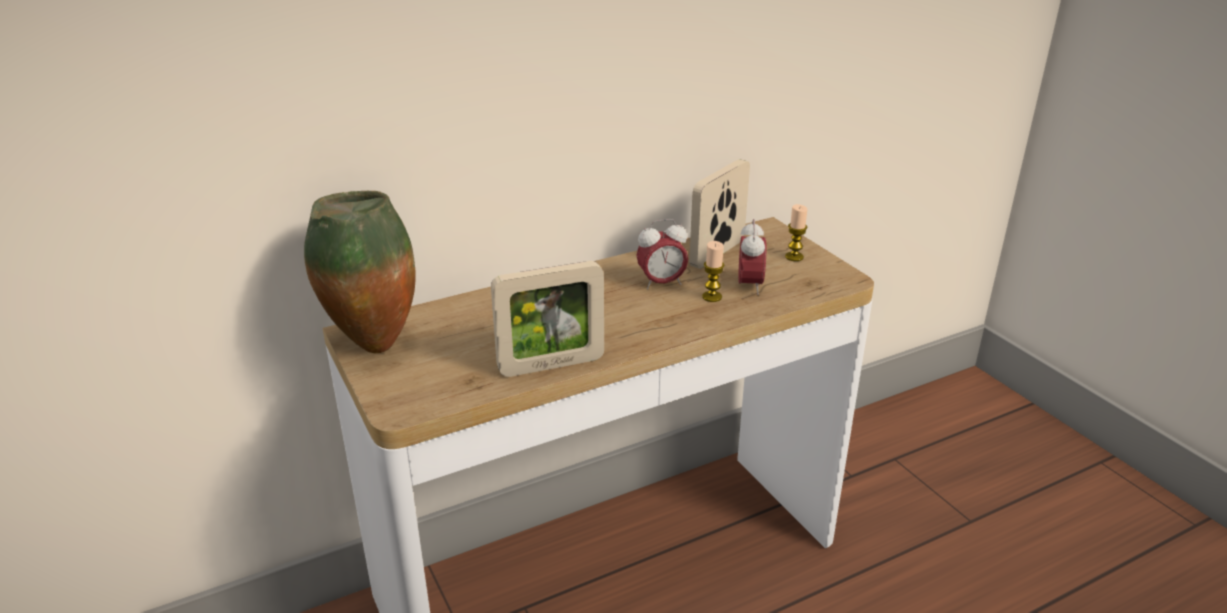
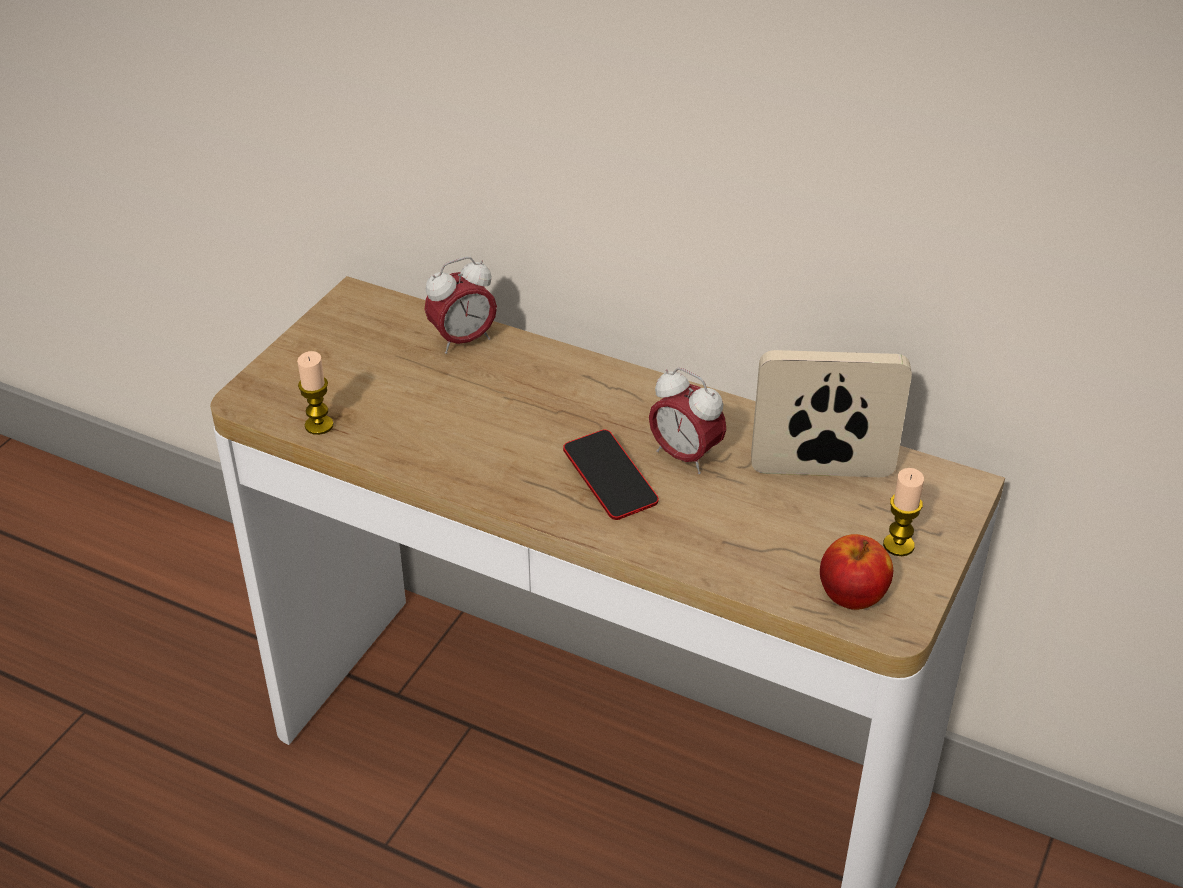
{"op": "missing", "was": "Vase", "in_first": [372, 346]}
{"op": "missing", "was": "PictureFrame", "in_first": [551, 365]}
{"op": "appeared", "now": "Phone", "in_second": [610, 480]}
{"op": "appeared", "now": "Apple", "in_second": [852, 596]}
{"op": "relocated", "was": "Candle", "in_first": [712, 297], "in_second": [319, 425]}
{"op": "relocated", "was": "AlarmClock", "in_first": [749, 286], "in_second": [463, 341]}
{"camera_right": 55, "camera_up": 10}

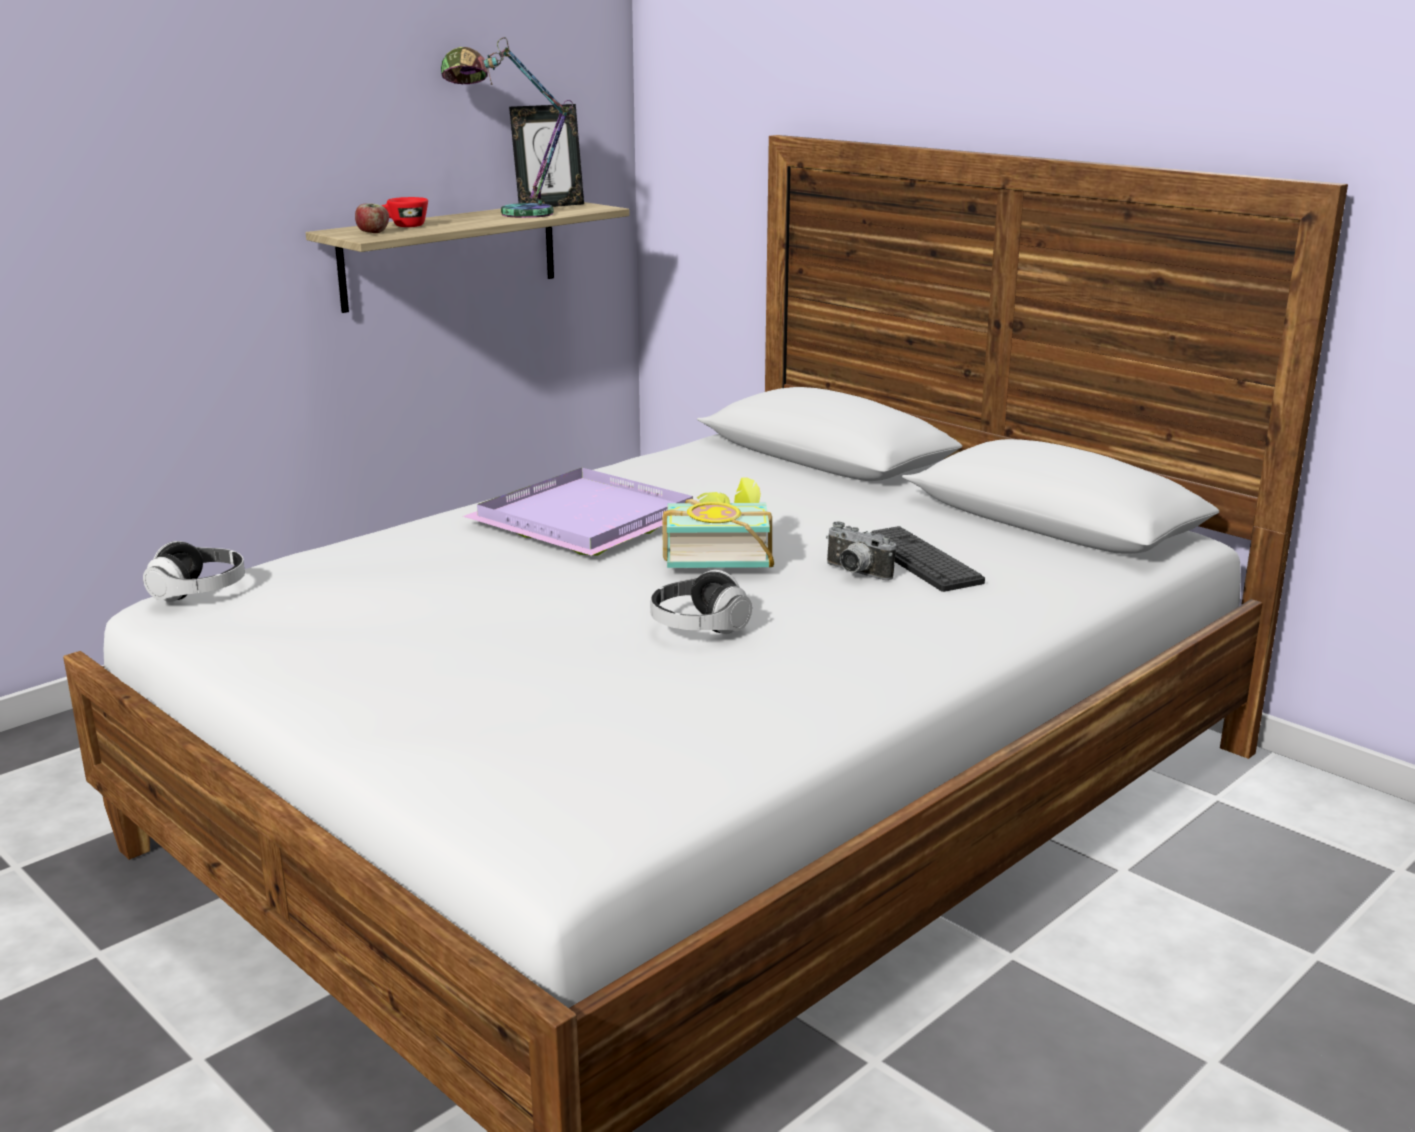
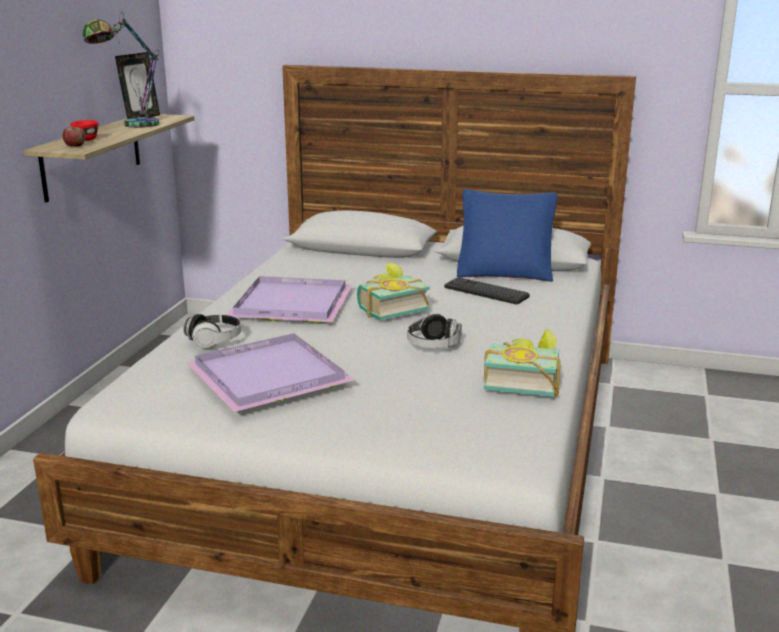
{"op": "missing", "was": "PhotoCamera", "in_first": [854, 573]}
{"op": "appeared", "now": "PurpleTray", "in_second": [265, 376]}
{"op": "appeared", "now": "BluePillow", "in_second": [505, 271]}
{"op": "appeared", "now": "Book", "in_second": [522, 382]}
{"op": "relocated", "was": "Headphones", "in_first": [198, 592], "in_second": [214, 341]}
{"camera_right": -30, "camera_up": 0}

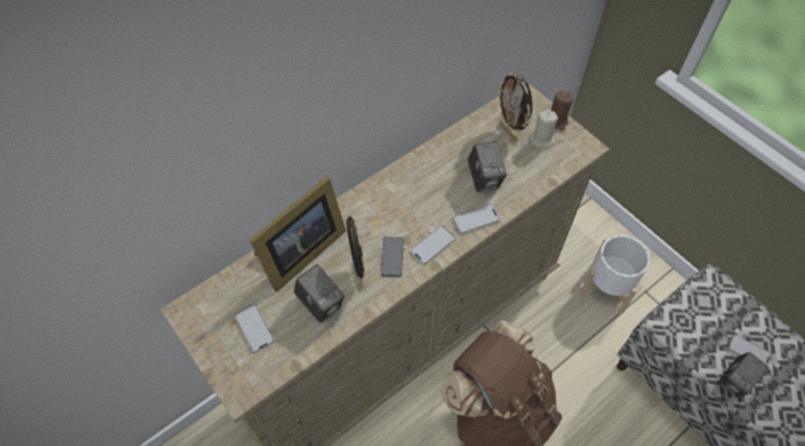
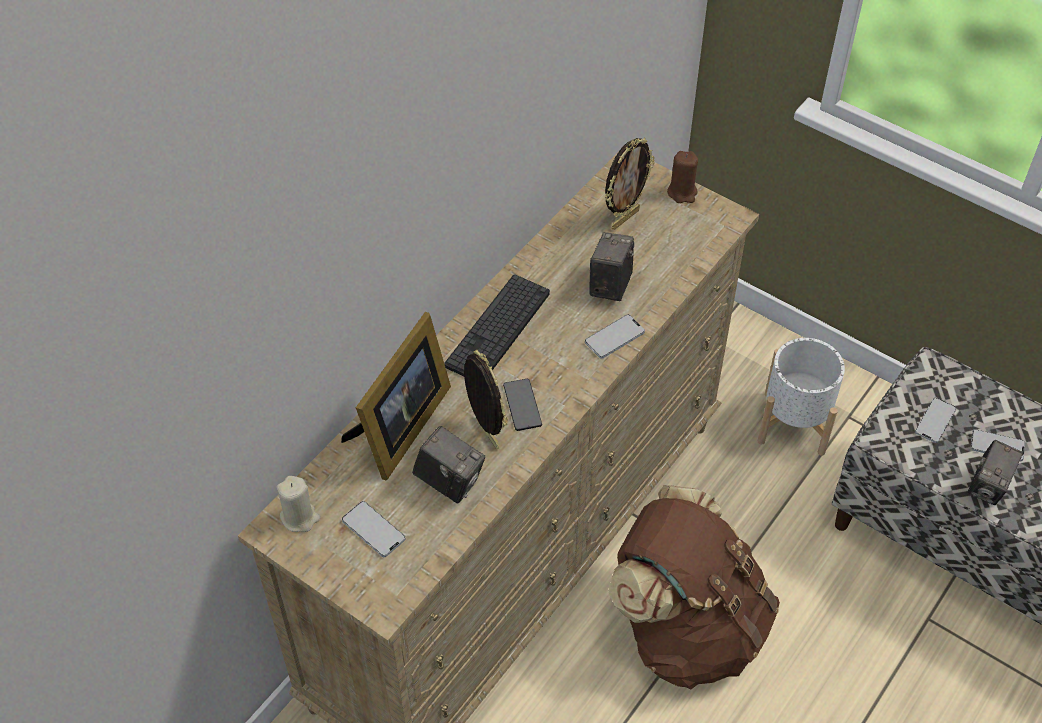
{"op": "appeared", "now": "Keyboard", "in_second": [498, 329]}
{"op": "relocated", "was": "Phone", "in_first": [433, 245], "in_second": [935, 421]}
{"op": "relocated", "was": "BeigeCandle", "in_first": [542, 140], "in_second": [300, 517]}
{"op": "spun", "was": "PhotoCamera", "in_first": [484, 179], "in_second": [610, 284], "clockwise": -135}
{"op": "spun", "was": "PictureFrame", "in_first": [509, 132], "in_second": [624, 218], "clockwise": -90}
{"camera_right": -15, "camera_up": -5}

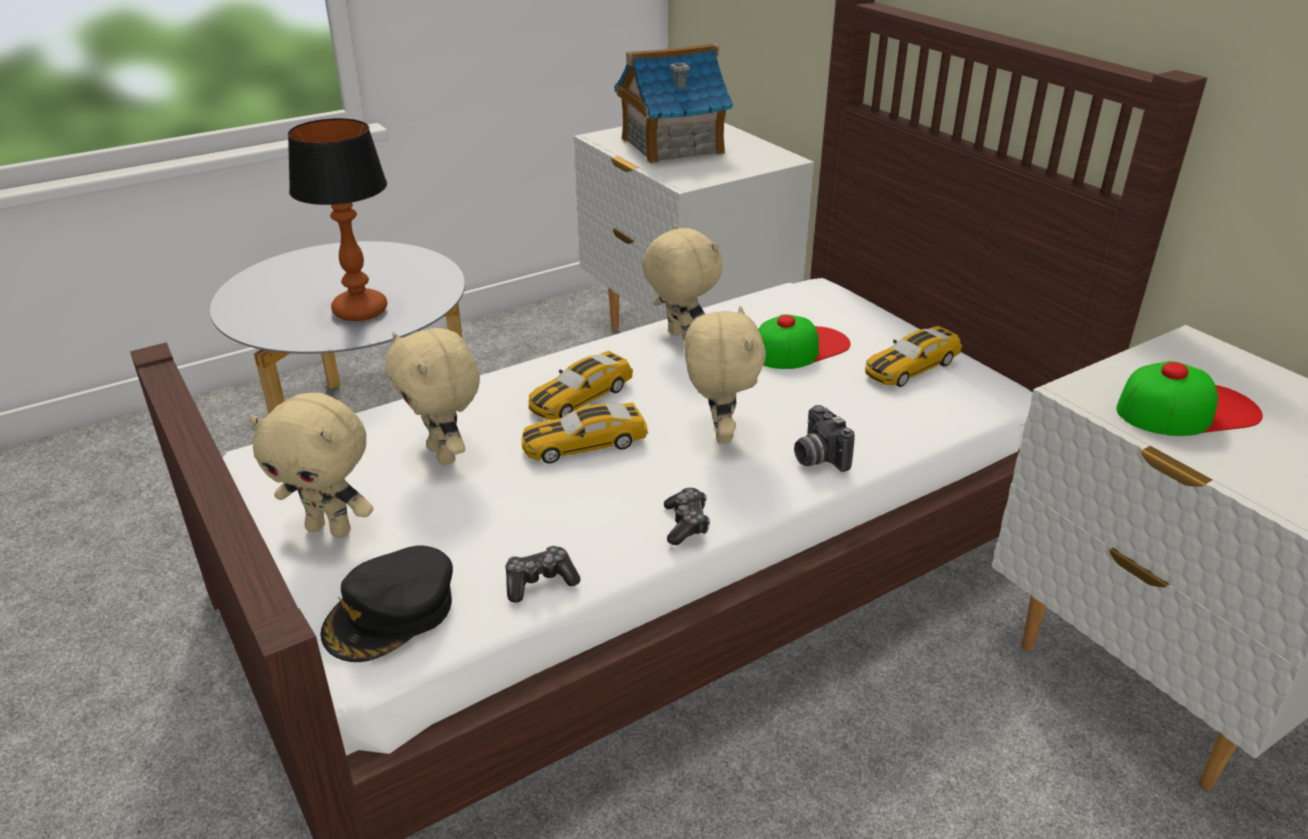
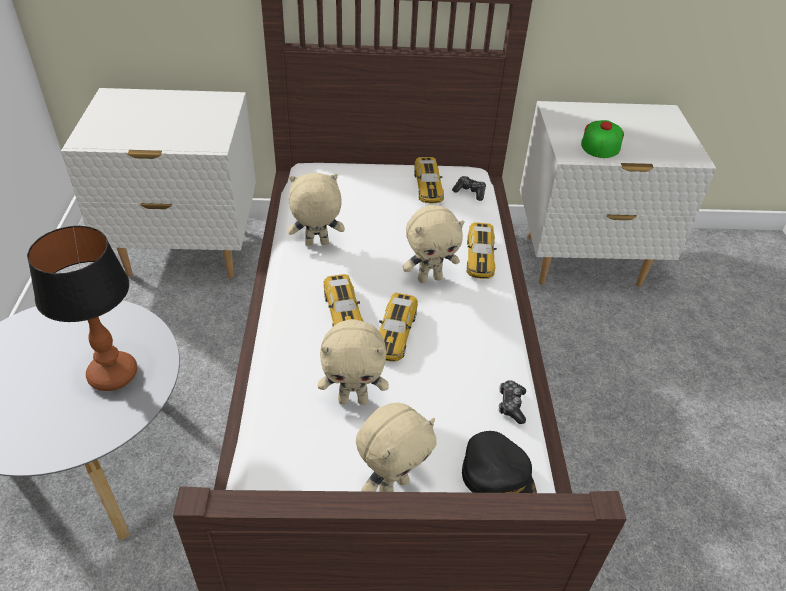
{"op": "missing", "was": "ToyHouse", "in_first": [671, 146]}
{"op": "missing", "was": "Cap", "in_first": [800, 347]}
{"op": "relocated", "was": "GameController", "in_first": [686, 524], "in_second": [470, 192]}
{"op": "exchanged", "was": "PhotoCamera", "now": "ToyCar", "in_first": [817, 458], "in_second": [480, 257]}
{"op": "spun", "was": "BeigePlushToy", "in_first": [719, 433], "in_second": [430, 278], "clockwise": 135}
{"camera_right": -60, "camera_up": 10}

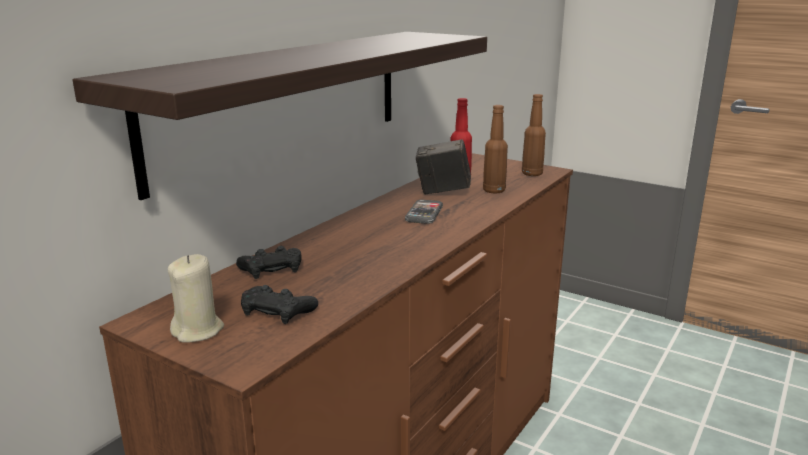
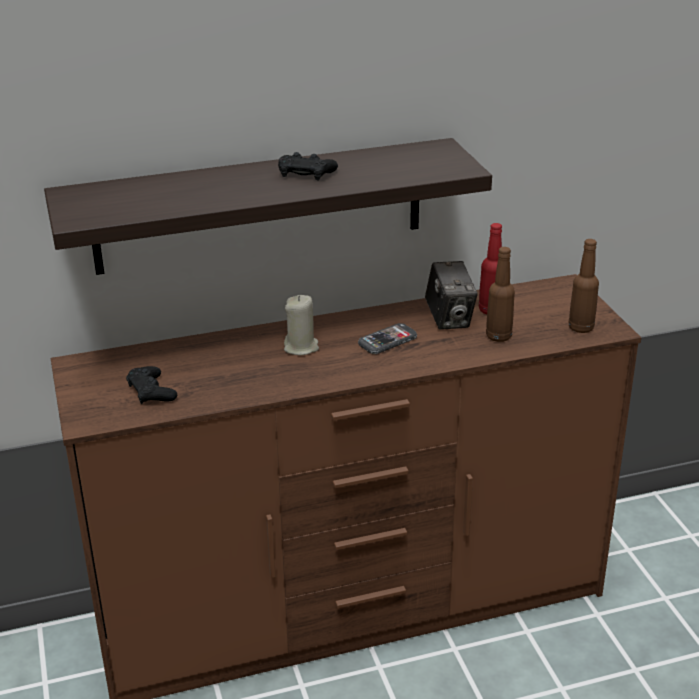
{"op": "relocated", "was": "BeigeCandle", "in_first": [198, 330], "in_second": [301, 347]}
{"op": "relocated", "was": "BlackGameController", "in_first": [272, 269], "in_second": [306, 173]}
{"op": "spun", "was": "PhotoCamera", "in_first": [443, 191], "in_second": [449, 319], "clockwise": -150}
{"camera_right": 40, "camera_up": 10}

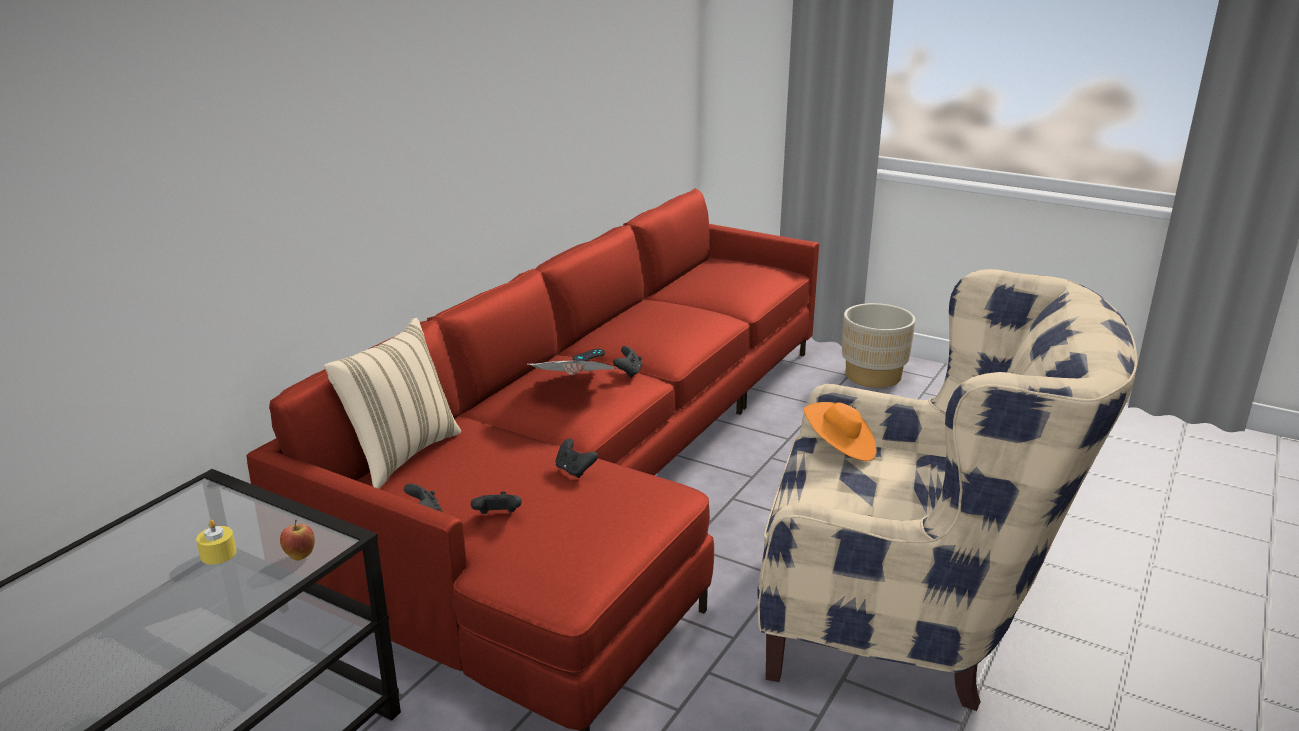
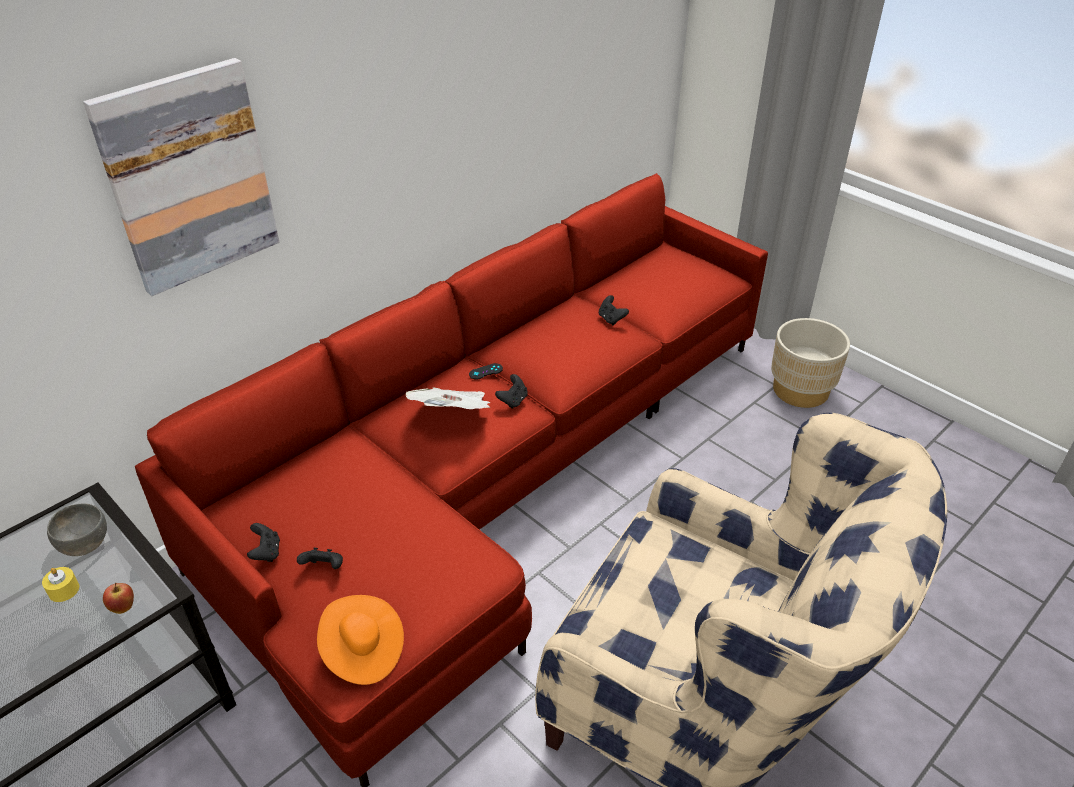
{"op": "missing", "was": "BeigePillow", "in_first": [401, 454]}
{"op": "appeared", "now": "GreyBowl", "in_second": [84, 543]}
{"op": "appeared", "now": "Picture", "in_second": [189, 177]}
{"op": "relocated", "was": "BlackGameController", "in_first": [574, 471], "in_second": [611, 319]}
{"op": "relocated", "was": "OrangeHat", "in_first": [839, 448], "in_second": [362, 651]}
{"camera_right": 15, "camera_up": 15}

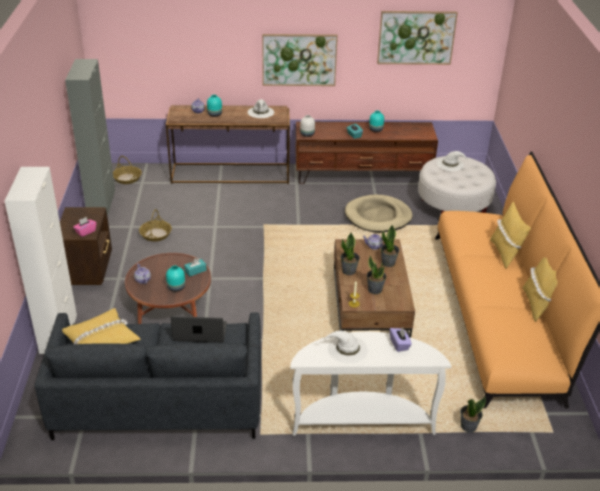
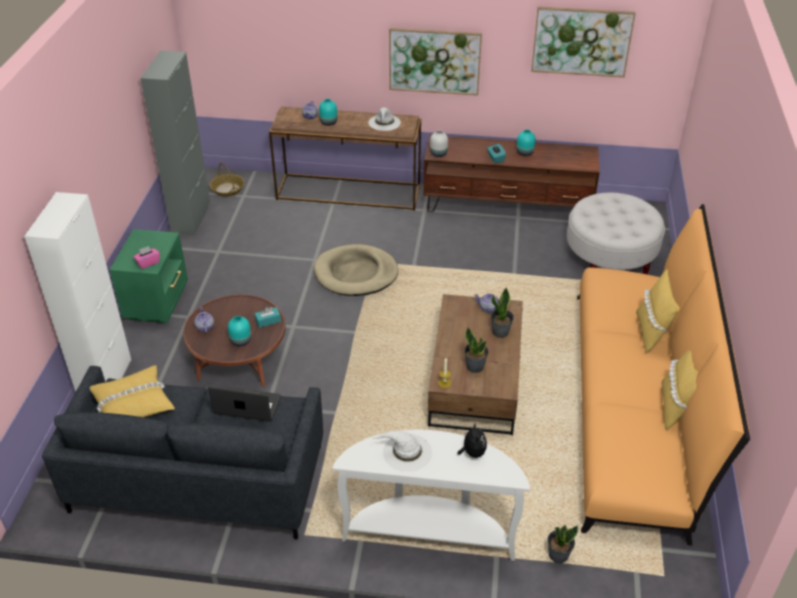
{"op": "missing", "was": "Basket", "in_first": [155, 234]}
{"op": "missing", "was": "PottedPlant", "in_first": [349, 271]}
{"op": "missing", "was": "WhiteHat", "in_first": [450, 164]}
{"op": "relocated", "was": "BeigeDogBed", "in_first": [378, 217], "in_second": [356, 274]}
{"op": "exchanged", "was": "PurpleTissueBox", "now": "PlushToy", "in_first": [399, 344], "in_second": [472, 452]}
{"op": "colour", "was": "BrownNightstand", "now": "GreenNightstand", "in_first": [89, 269], "in_second": [158, 303]}
{"camera_right": 10, "camera_up": 5}

